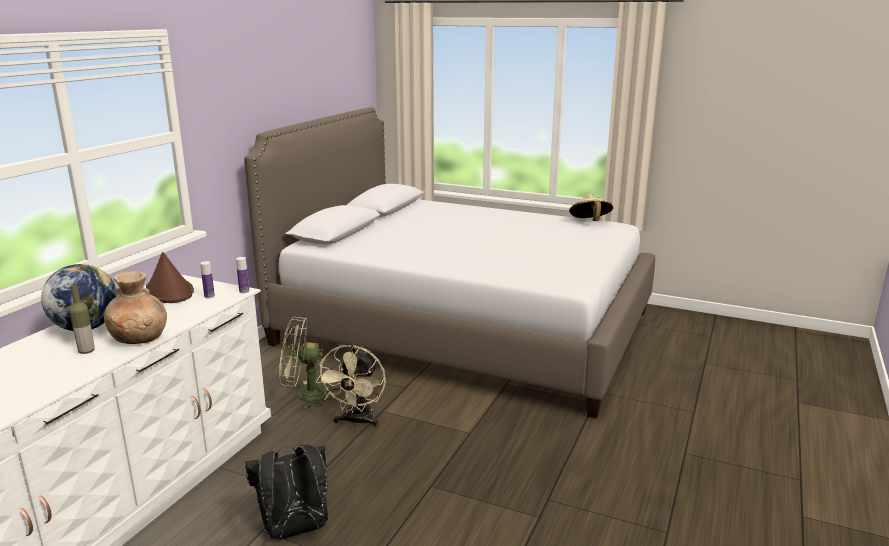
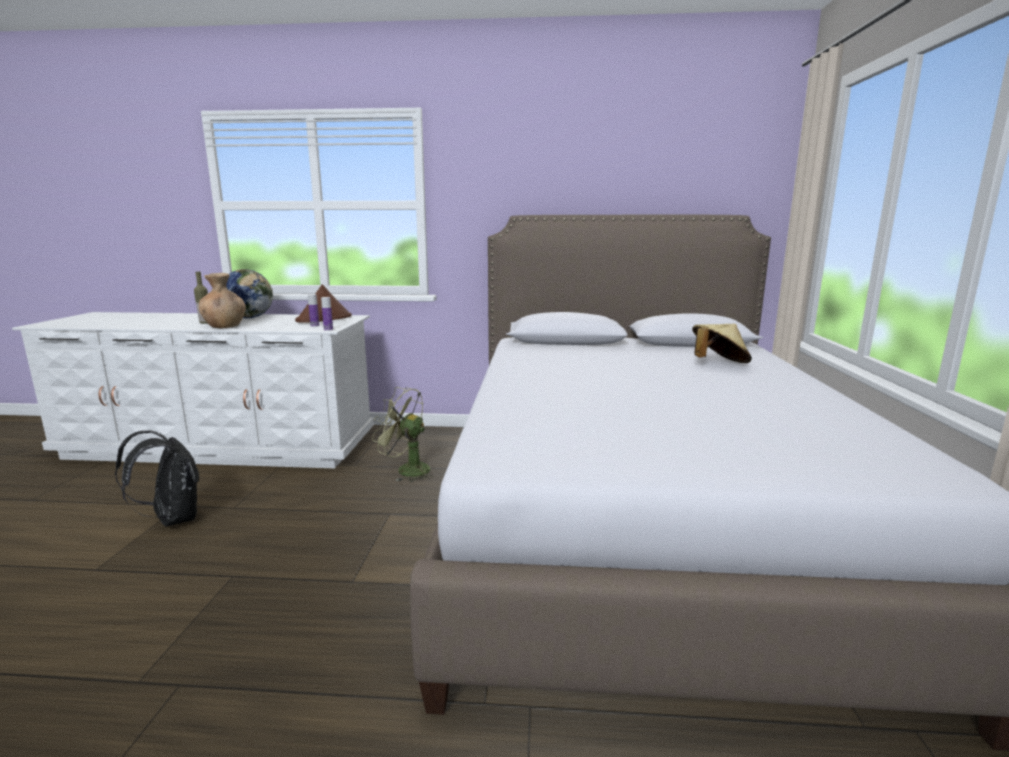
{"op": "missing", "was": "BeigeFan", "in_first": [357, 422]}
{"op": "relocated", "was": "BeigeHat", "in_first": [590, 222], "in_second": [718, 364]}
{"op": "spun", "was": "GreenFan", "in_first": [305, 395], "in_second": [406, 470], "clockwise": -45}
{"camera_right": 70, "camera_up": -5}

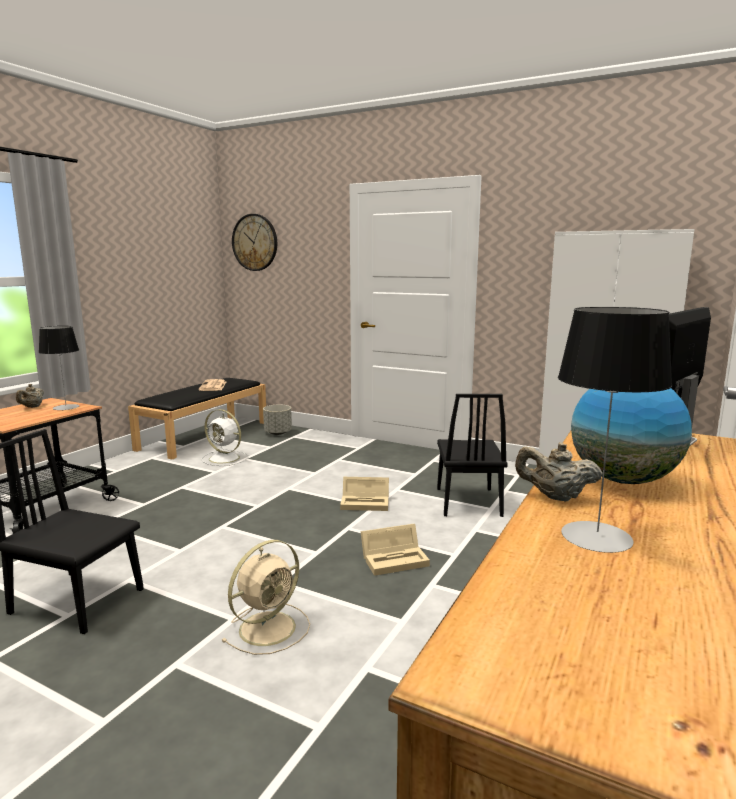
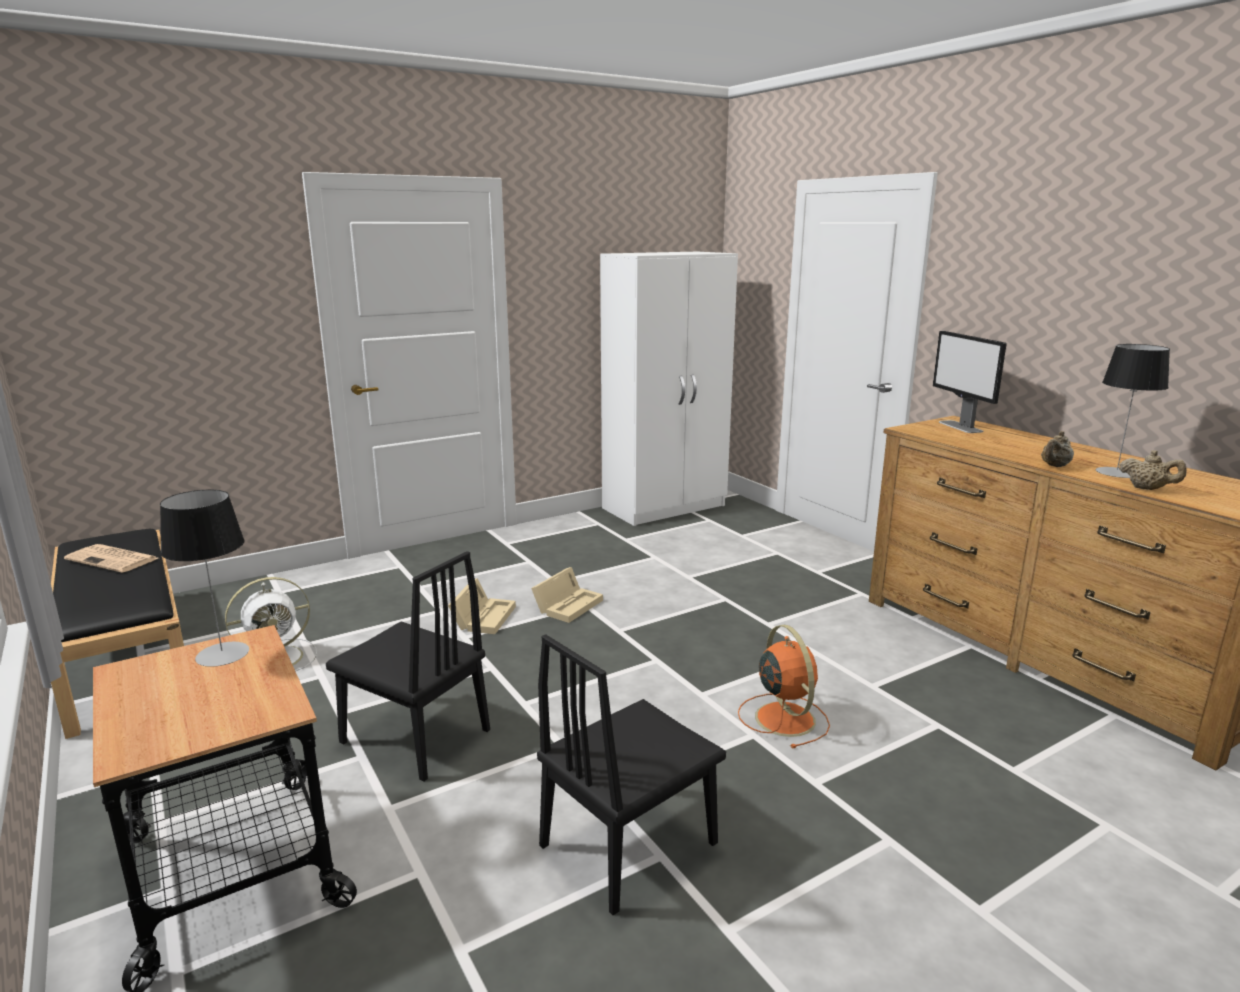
{"op": "missing", "was": "WallClock", "in_first": [255, 242]}
{"op": "missing", "was": "GreyPlanter", "in_first": [278, 433]}
{"op": "missing", "was": "Globe", "in_first": [623, 480]}
{"op": "relocated", "was": "BeigeTeapot", "in_first": [32, 407], "in_second": [1147, 489]}
{"op": "relocated", "was": "BeigeStorageBox", "in_first": [396, 559], "in_second": [483, 617]}
{"op": "relocated", "was": "BlackChair", "in_first": [468, 501], "in_second": [415, 736]}
{"op": "colour", "was": "BeigeFan", "now": "OrangeFan", "in_first": [269, 627], "in_second": [783, 717]}
{"camera_right": -60, "camera_up": 5}

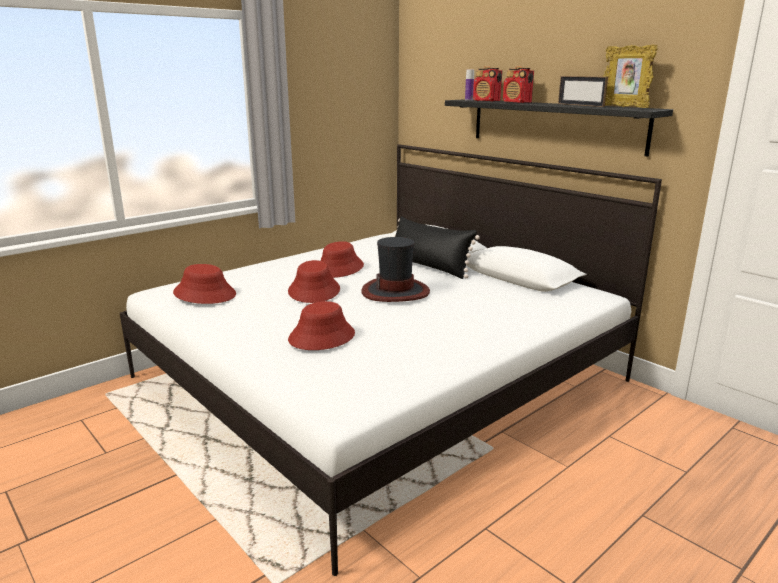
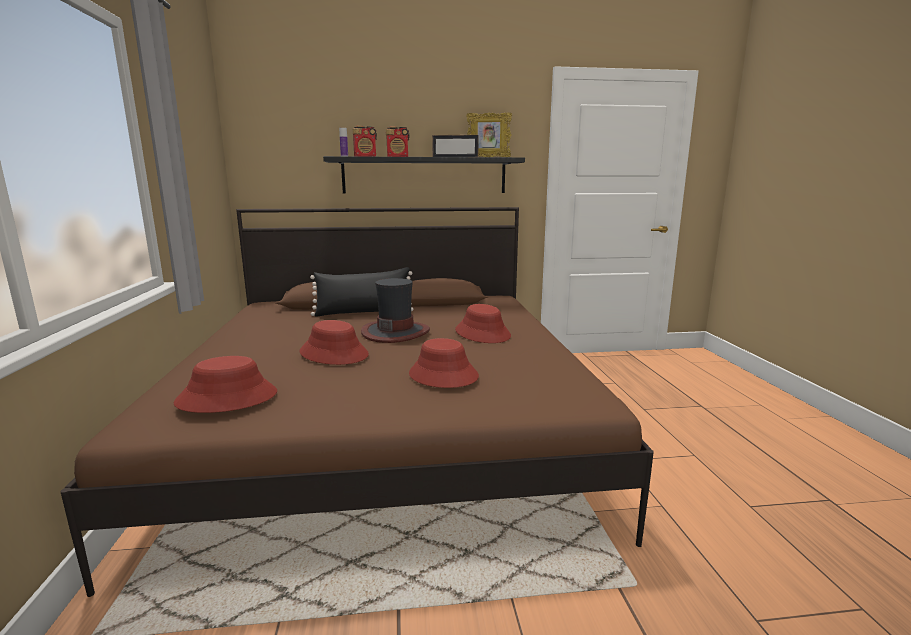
{"op": "relocated", "was": "RedHat", "in_first": [339, 268], "in_second": [483, 333]}
{"op": "colour", "was": "WhiteBed", "now": "BrownBed", "in_first": [379, 379], "in_second": [386, 427]}
{"camera_right": -55, "camera_up": -5}

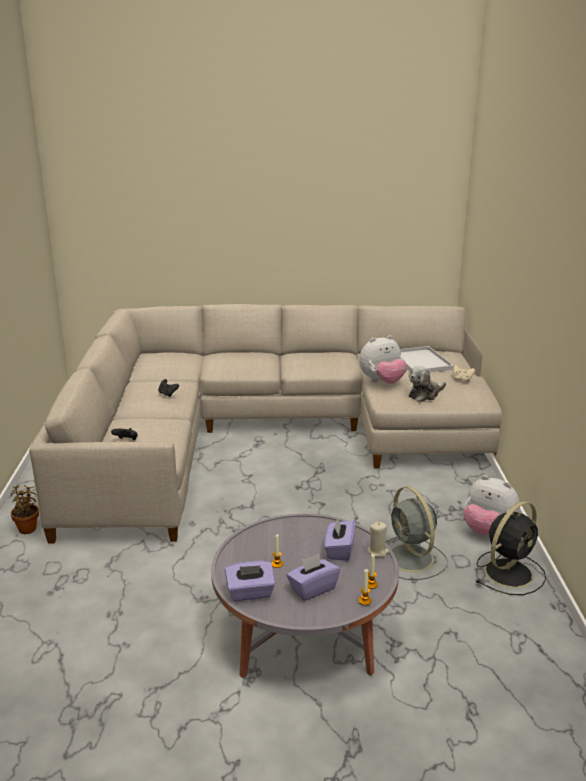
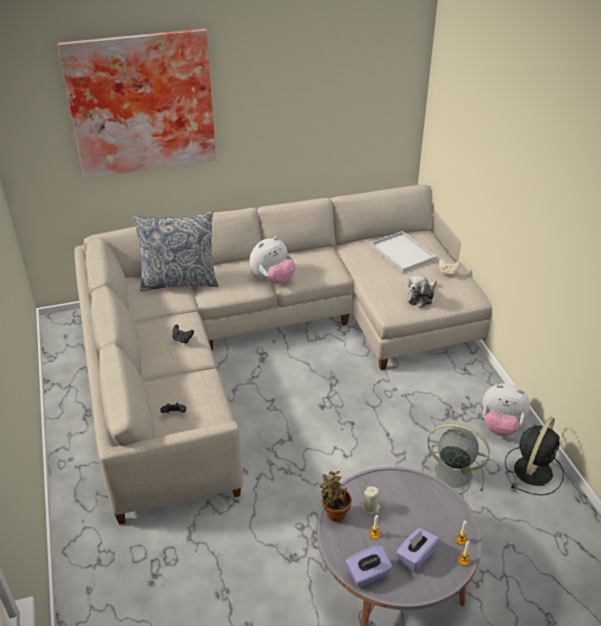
{"op": "missing", "was": "PurpleTissueBox", "in_first": [339, 550]}
{"op": "appeared", "now": "Picture", "in_second": [141, 103]}
{"op": "appeared", "now": "Pillow", "in_second": [179, 281]}
{"op": "relocated", "was": "PottedPlant", "in_first": [28, 528], "in_second": [335, 512]}
{"op": "relocated", "was": "PlushToy", "in_first": [382, 382], "in_second": [273, 279]}
{"op": "relocated", "was": "BeigeCandle", "in_first": [377, 551], "in_second": [370, 508]}
{"op": "spun", "was": "GreyFan", "in_first": [411, 559], "in_second": [451, 473], "clockwise": 150}
{"camera_right": -15, "camera_up": 15}

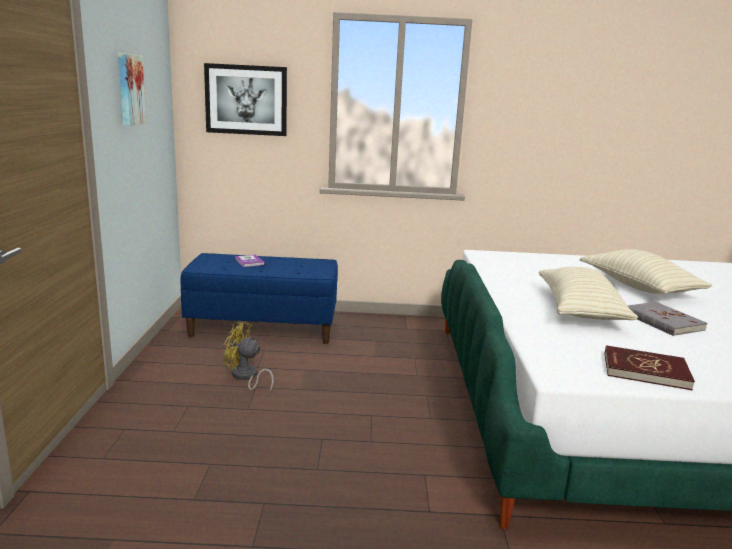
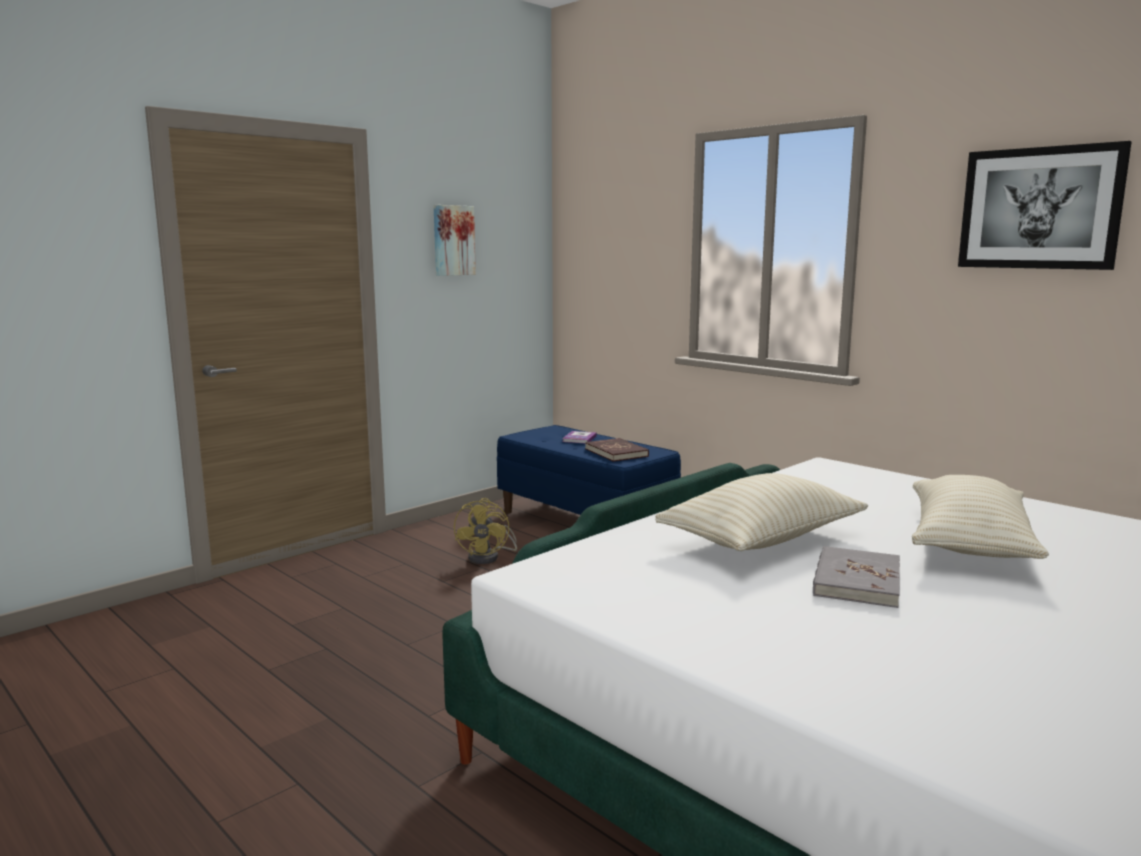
{"op": "relocated", "was": "Picture", "in_first": [246, 100], "in_second": [1039, 208]}
{"op": "relocated", "was": "RedBook", "in_first": [645, 371], "in_second": [616, 453]}
{"op": "spun", "was": "YellowFan", "in_first": [246, 377], "in_second": [489, 557], "clockwise": -150}
{"camera_right": 45, "camera_up": -5}

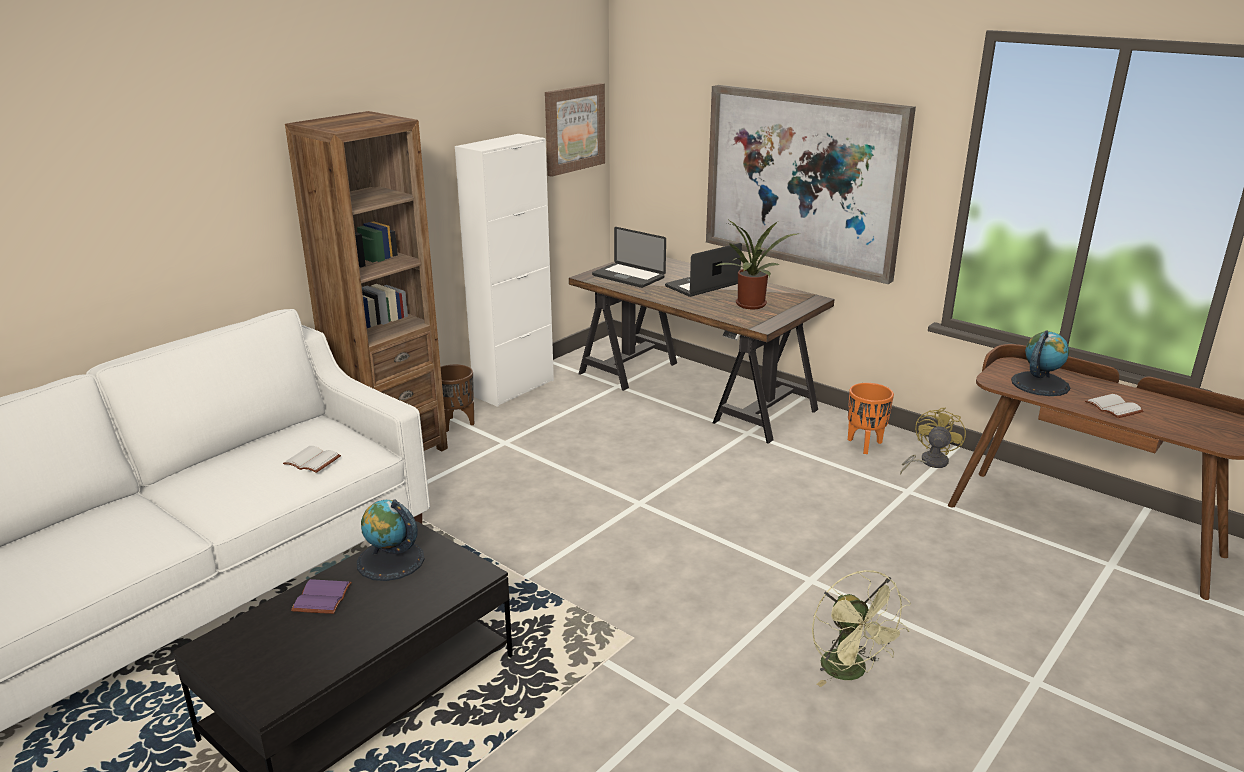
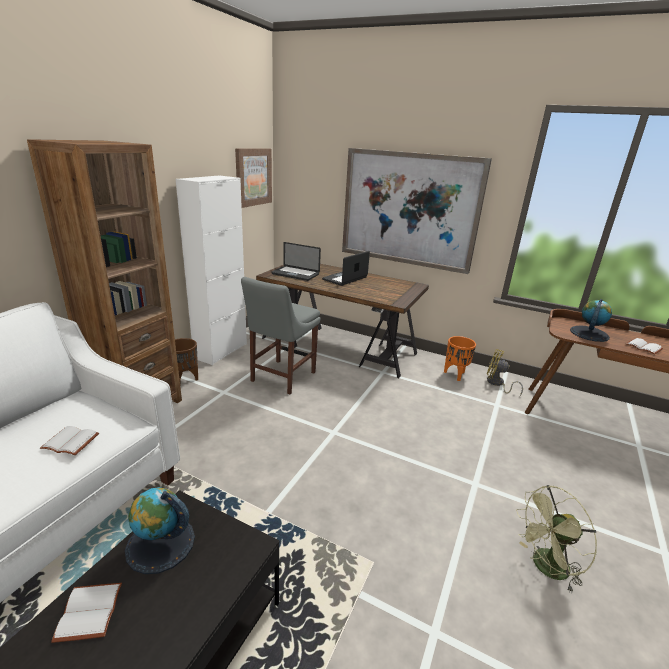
{"op": "missing", "was": "PottedPlant", "in_first": [751, 306]}
{"op": "appeared", "now": "GreyChair", "in_second": [281, 378]}
{"op": "colour", "was": "PurpleBook", "now": "WhiteBook", "in_first": [321, 597], "in_second": [88, 611]}
{"op": "spun", "was": "GreenFan", "in_first": [851, 672], "in_second": [545, 568], "clockwise": 105}
{"op": "spun", "was": "YellowFan", "in_first": [928, 462], "in_second": [497, 384], "clockwise": -75}
{"camera_right": -15, "camera_up": 0}

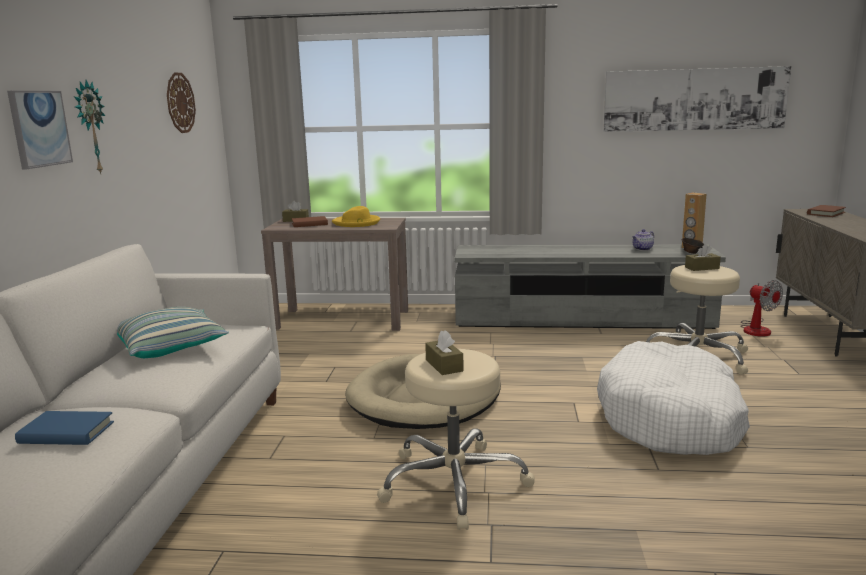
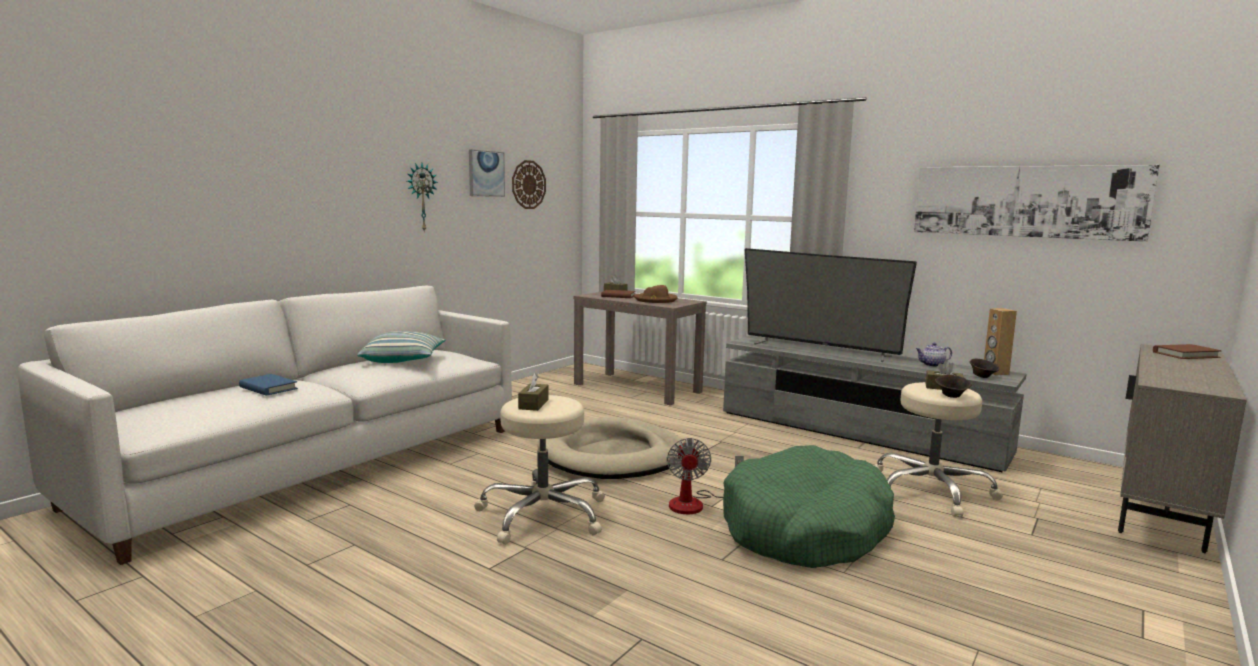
{"op": "appeared", "now": "Television", "in_second": [820, 350]}
{"op": "appeared", "now": "BrownBowl", "in_second": [952, 396]}
{"op": "relocated", "was": "Picture", "in_first": [39, 128], "in_second": [486, 173]}
{"op": "relocated", "was": "Fan", "in_first": [756, 329], "in_second": [695, 503]}
{"op": "colour", "was": "YellowHat", "now": "BrownHat", "in_first": [357, 223], "in_second": [655, 300]}
{"op": "colour", "was": "WhiteDogBed", "now": "GreenDogBed", "in_first": [671, 418], "in_second": [804, 529]}
{"camera_right": 30, "camera_up": -5}

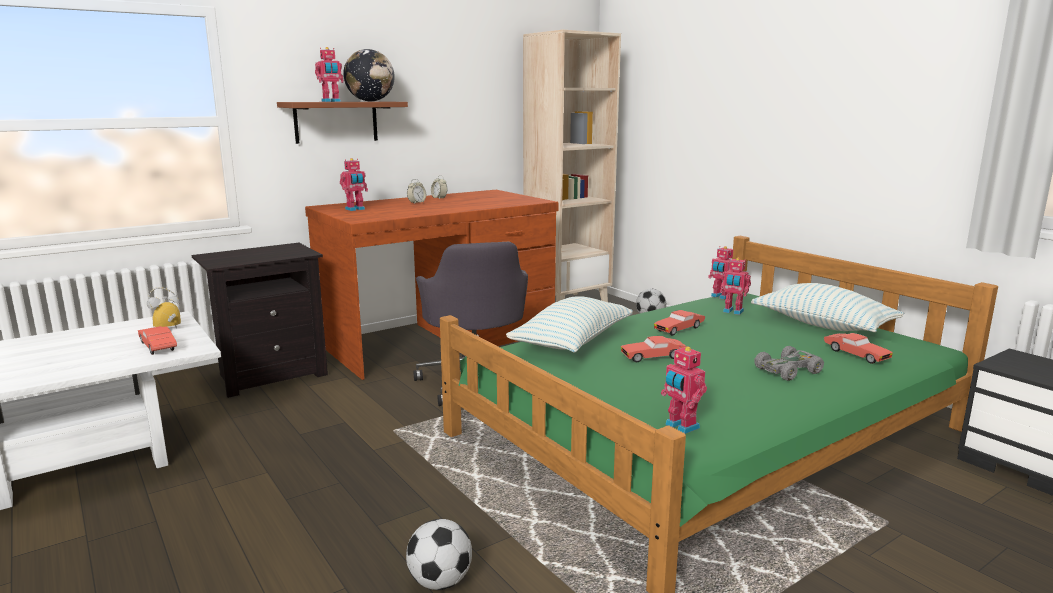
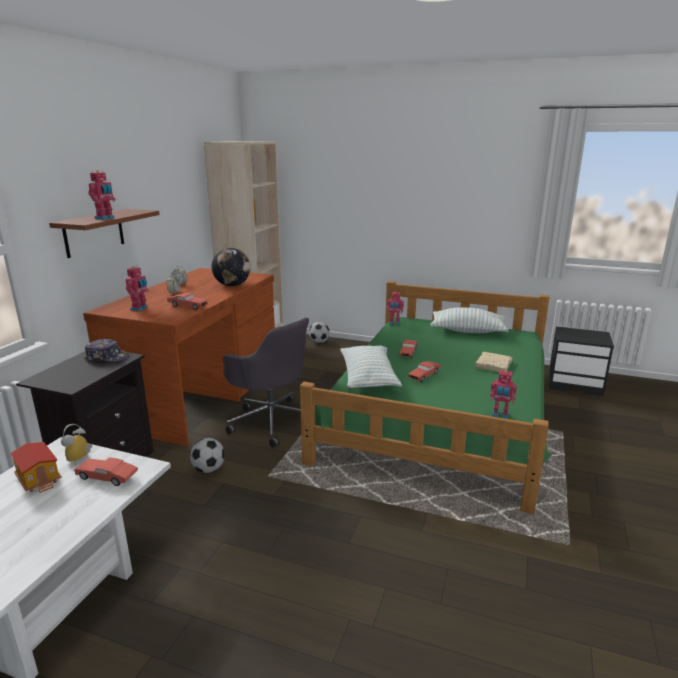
{"op": "missing", "was": "ToyRobot", "in_first": [732, 312]}
{"op": "appeared", "now": "ToyHouse", "in_second": [39, 479]}
{"op": "appeared", "now": "Cap", "in_second": [107, 357]}
{"op": "relocated", "was": "Globe", "in_first": [370, 101], "in_second": [232, 285]}
{"op": "relocated", "was": "Football", "in_first": [440, 581], "in_second": [208, 469]}
{"op": "relocated", "was": "RedToyCar", "in_first": [855, 355], "in_second": [188, 306]}
{"op": "exchanged", "was": "GreyToyCar", "now": "BeigeBook", "in_first": [788, 370], "in_second": [493, 365]}
{"camera_right": -35, "camera_up": 5}

